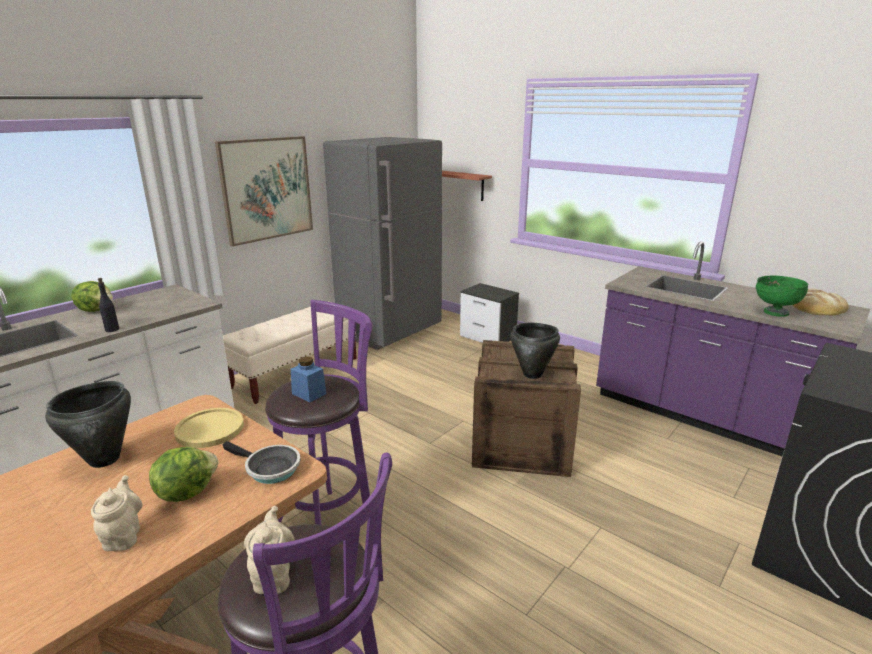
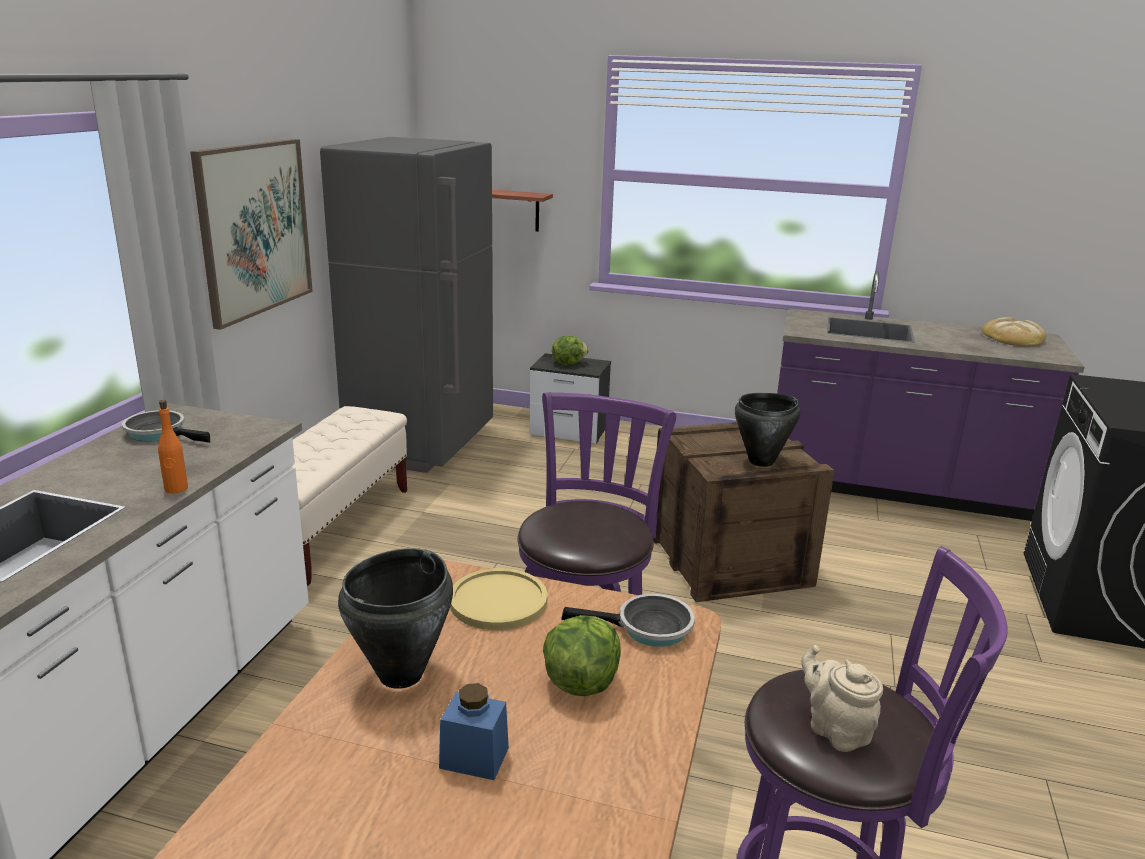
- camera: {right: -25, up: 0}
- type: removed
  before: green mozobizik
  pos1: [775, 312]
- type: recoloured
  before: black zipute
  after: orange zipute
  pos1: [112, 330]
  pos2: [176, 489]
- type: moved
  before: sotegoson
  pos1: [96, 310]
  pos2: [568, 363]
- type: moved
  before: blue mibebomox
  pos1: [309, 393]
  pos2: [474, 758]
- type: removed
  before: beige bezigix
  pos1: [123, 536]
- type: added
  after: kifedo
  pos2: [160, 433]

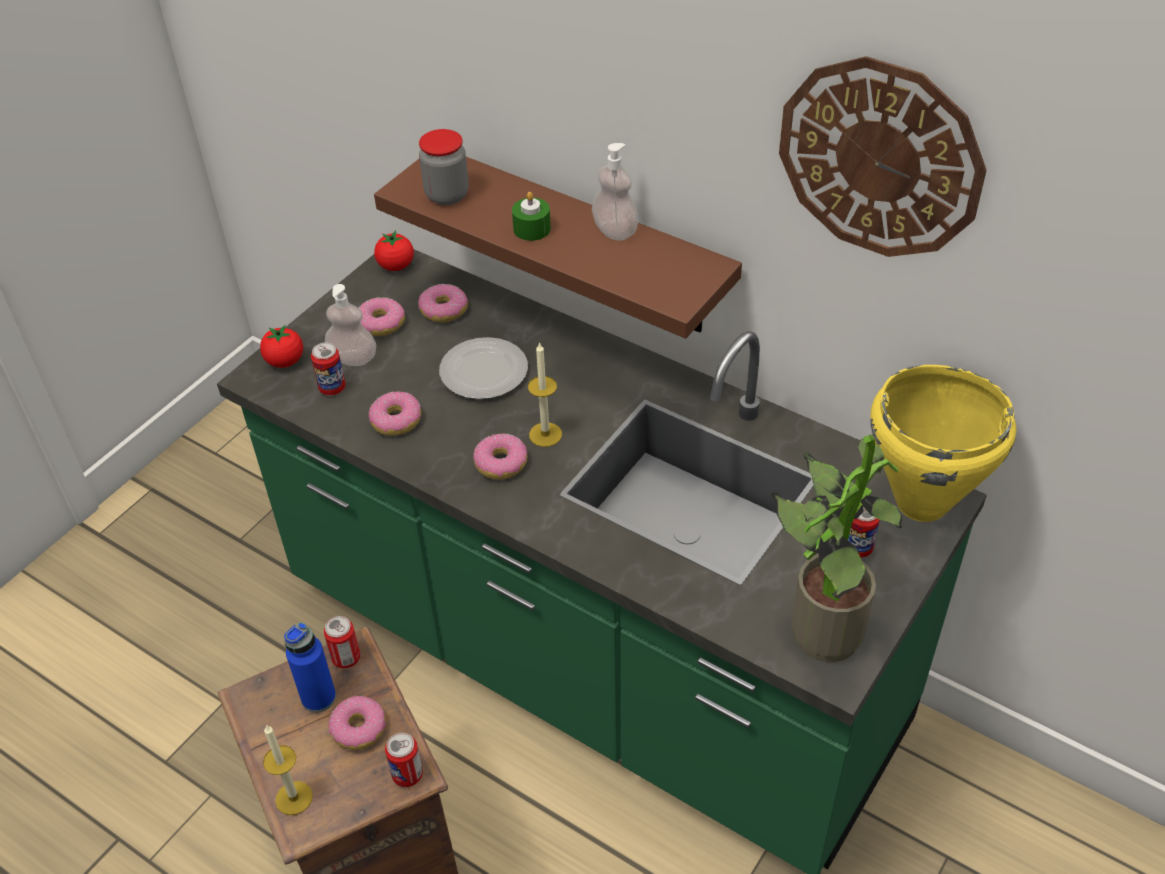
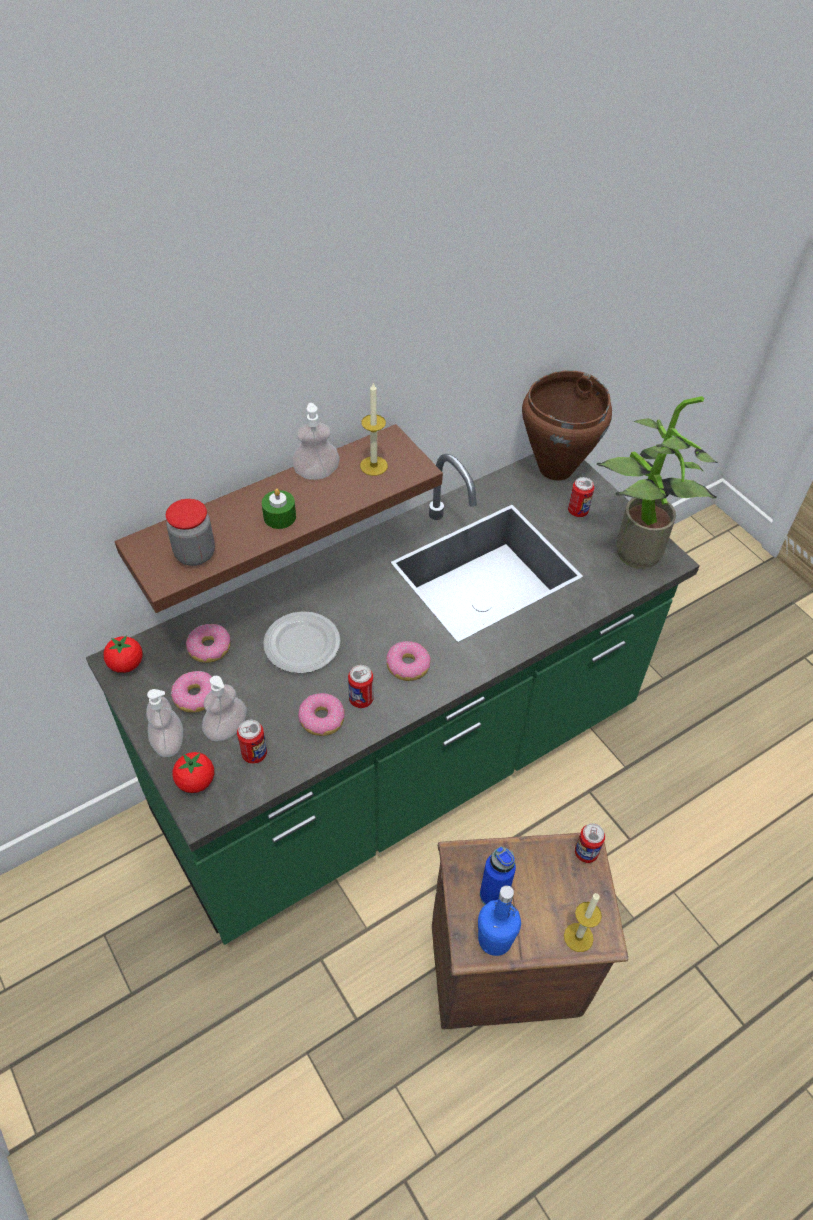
- camera: {right: -70, up: 5}
- type: removed
  before: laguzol
  pos1: [880, 159]
- type: moved
  before: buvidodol
  pos1: [545, 434]
  pos2: [373, 466]
- type: recoloured
  before: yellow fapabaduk
  after: brown fapabaduk
  pos1: [920, 501]
  pos2: [554, 469]
- type: moved
  before: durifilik
  pos1: [346, 658]
  pos2: [361, 699]
- type: removed
  before: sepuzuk
  pos1: [359, 729]
- type: added
  after: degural
  pos2: [168, 742]
- type: added
  after: blue zipute
  pos2: [495, 939]

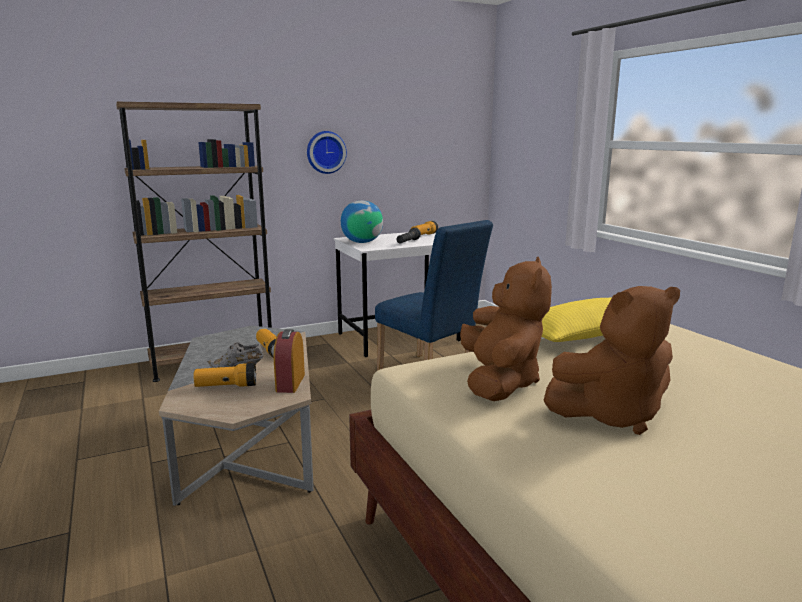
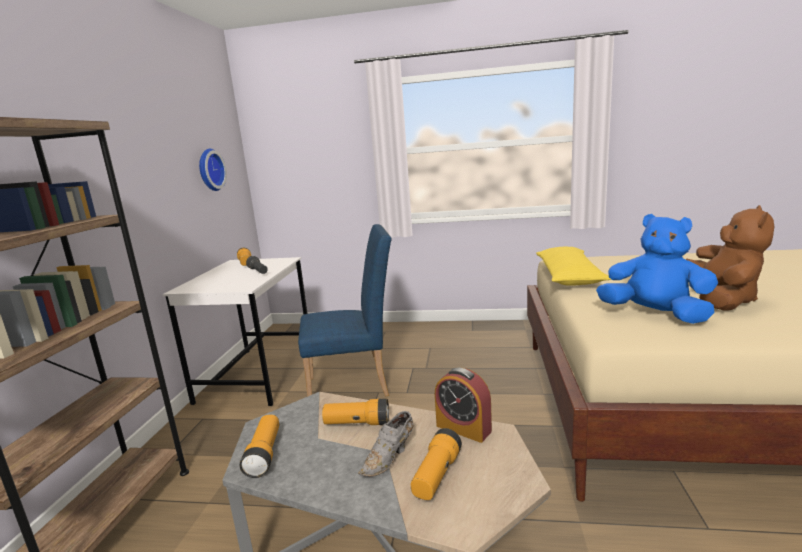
- camera: {right: -55, up: 0}
- type: moved
  before: laguzol
  pos1: [325, 152]
  pos2: [209, 170]
- type: removed
  before: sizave
  pos1: [362, 242]
- type: recoloured
  before: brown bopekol
  after: blue bopekol
  pos1: [500, 382]
  pos2: [655, 315]
- type: added
  after: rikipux
  pos2: [264, 454]

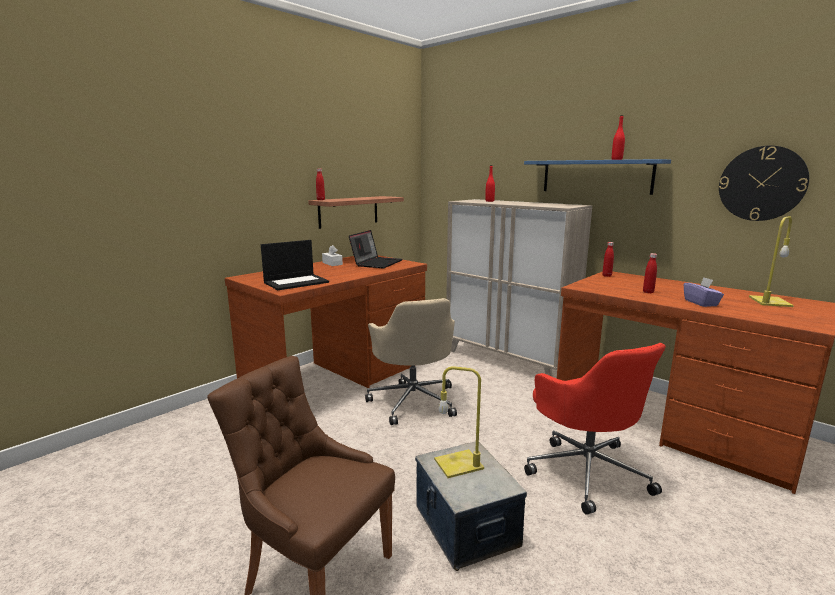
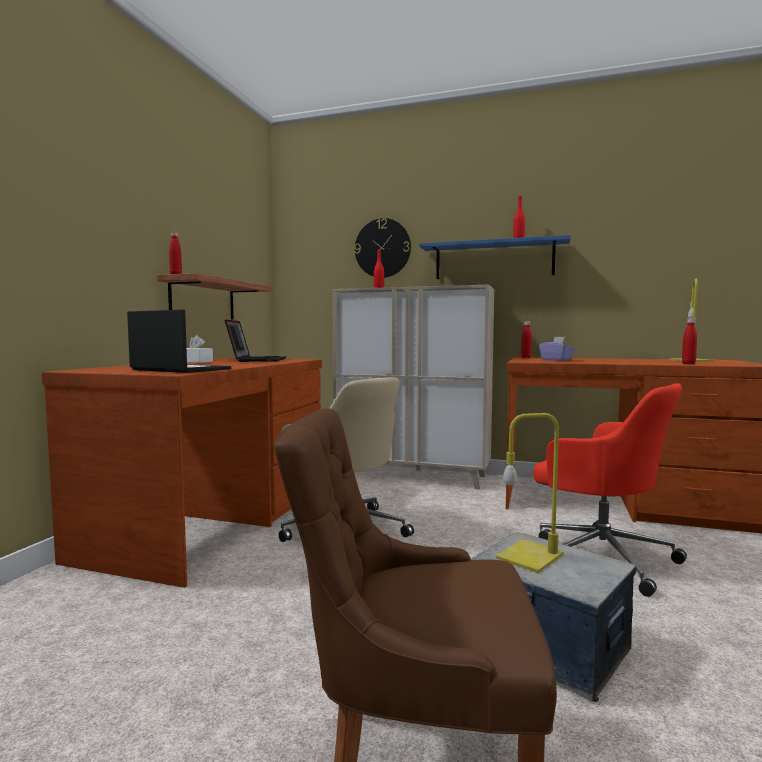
- camera: {right: -25, up: -10}
- type: moved
  before: laguzol
  pos1: [762, 183]
  pos2: [382, 248]
- type: turned
  before: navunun
  pos1: [296, 282]
  pos2: [179, 369]
  turn: -90
- type: moved
  before: red zipute
  pos1: [648, 292]
  pos2: [688, 364]
- type: moved
  before: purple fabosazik
  pos1: [701, 303]
  pos2: [556, 360]

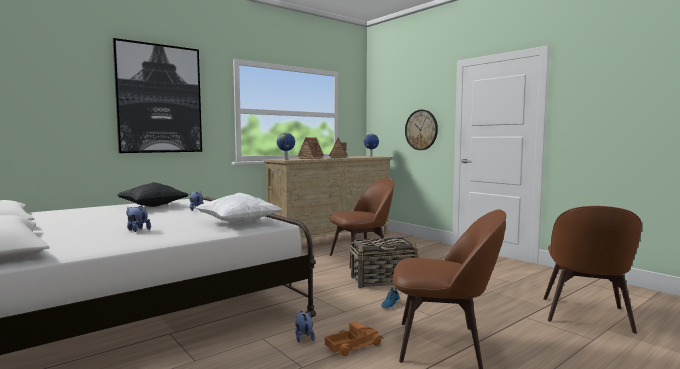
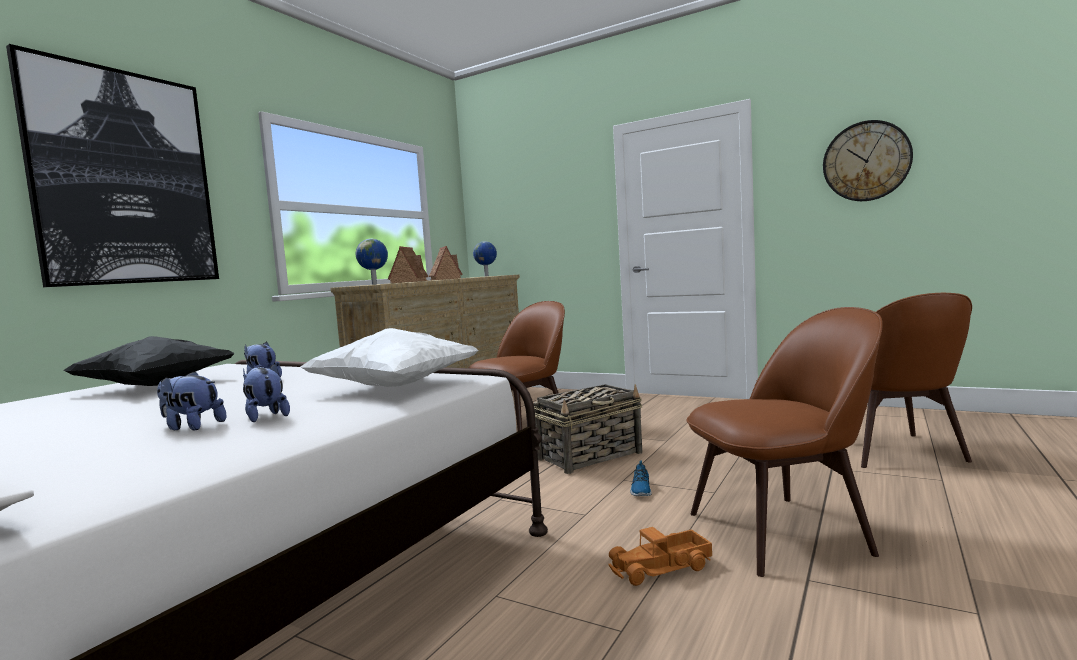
- camera: {right: -20, up: 0}
- type: moved
  before: laguzol
  pos1: [421, 130]
  pos2: [866, 161]
- type: moved
  before: bopekol
  pos1: [303, 337]
  pos2: [265, 417]
- type: turned
  before: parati
  pos1: [353, 346]
  pos2: [662, 568]
  turn: -150

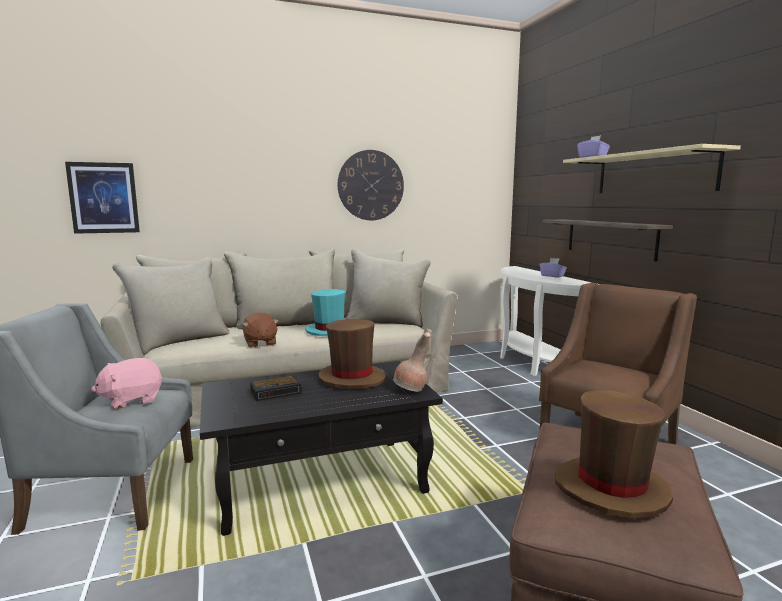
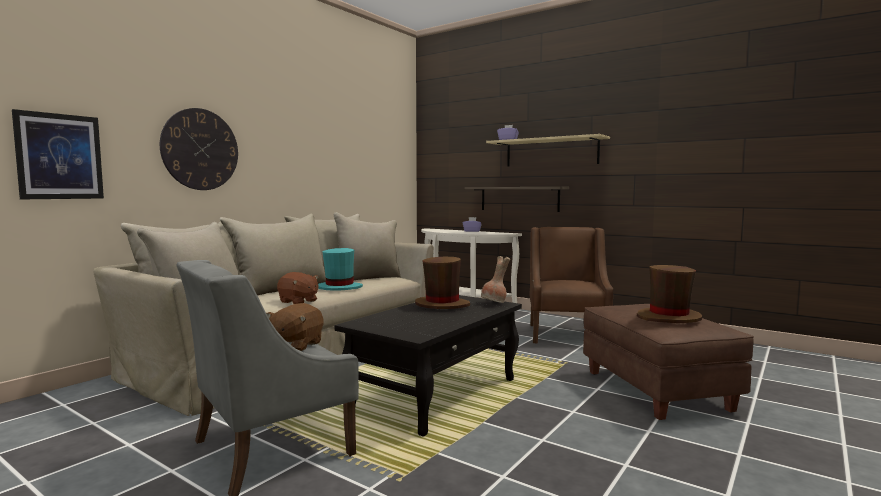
- camera: {right: -35, up: -5}
- type: moved
  before: laguzol
  pos1: [371, 185]
  pos2: [200, 149]
- type: recoloured
  before: pink bopekol
  after: brown bopekol
  pos1: [131, 400]
  pos2: [295, 345]
- type: removed
  before: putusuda
  pos1: [277, 392]

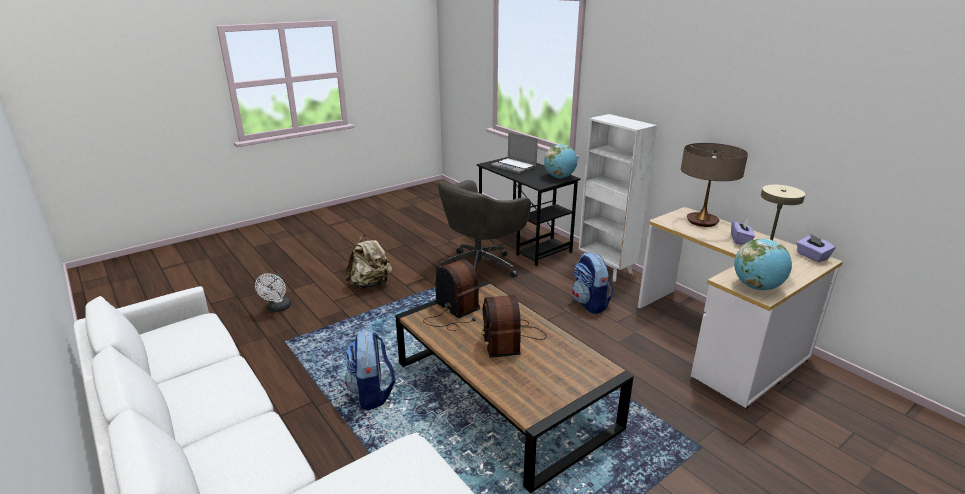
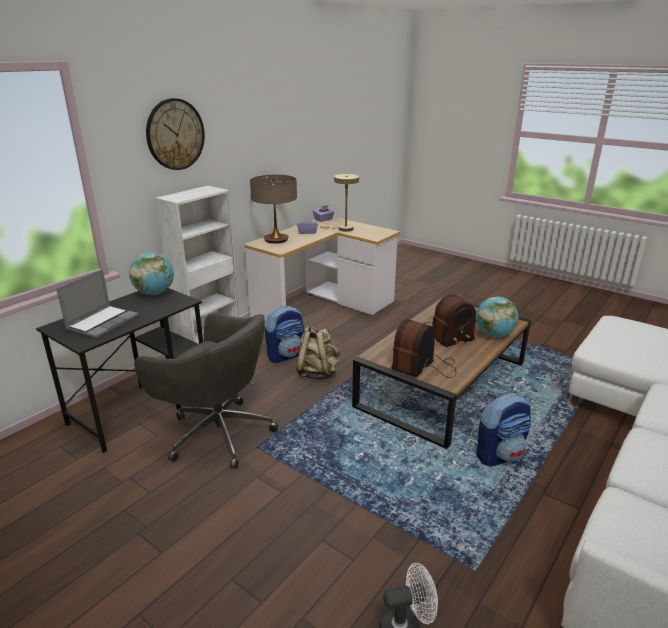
- camera: {right: -105, up: 0}
- type: moved
  before: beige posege
  pos1: [370, 284]
  pos2: [317, 373]
- type: moved
  before: sizave
  pos1: [757, 287]
  pos2: [494, 335]
- type: added
  after: laguzol
  pos2: [175, 134]

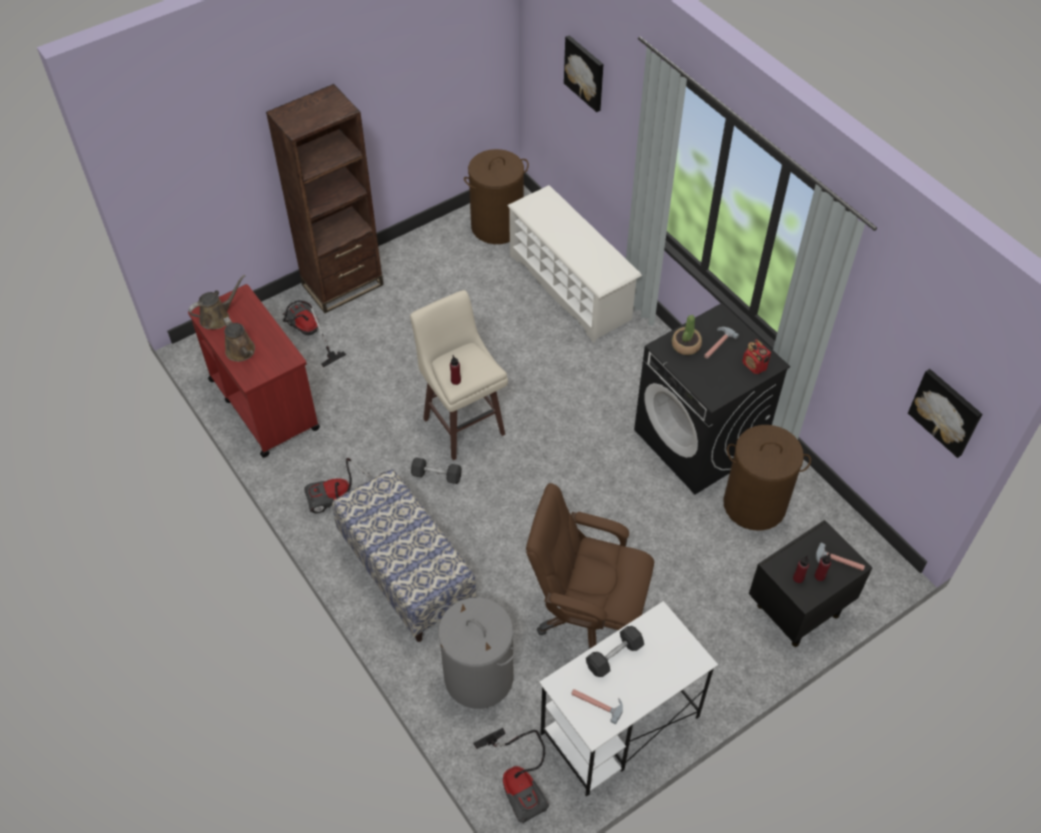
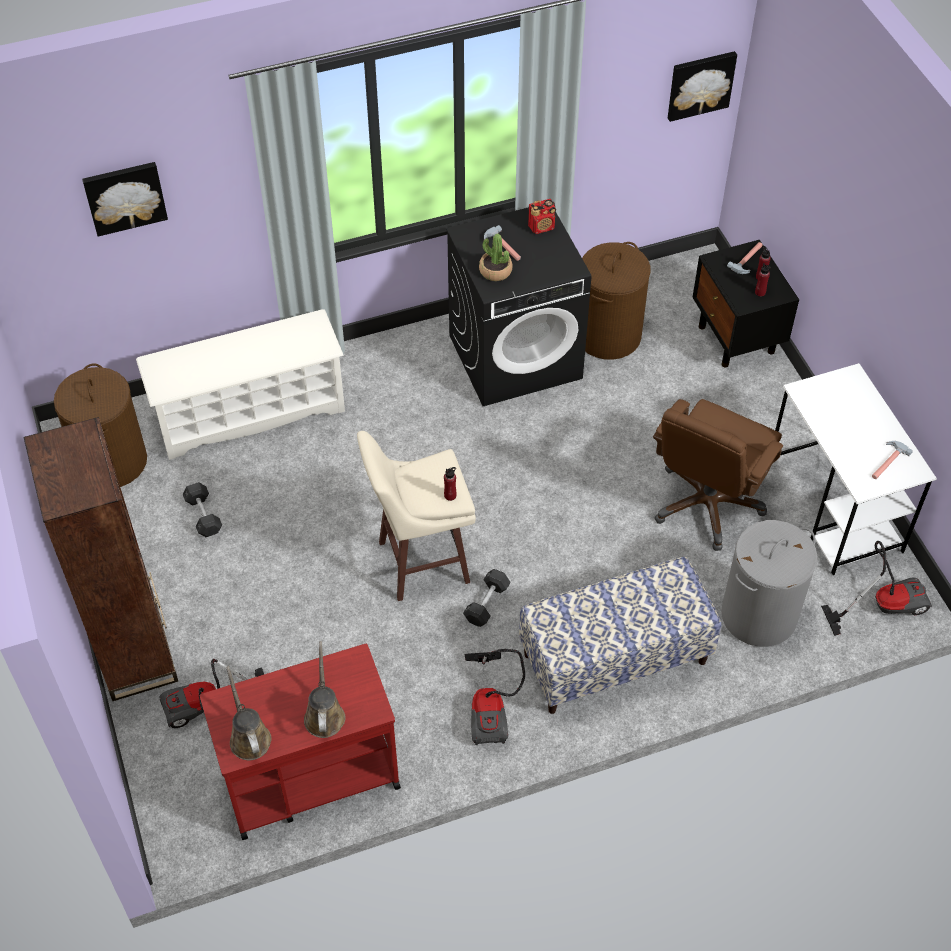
- camera: {right: -75, up: 0}
- type: turned
  before: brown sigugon
  pos1: [242, 352]
  pos2: [324, 714]
  turn: -75
- type: moved
  before: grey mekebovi
  pos1: [614, 656]
  pos2: [203, 515]

